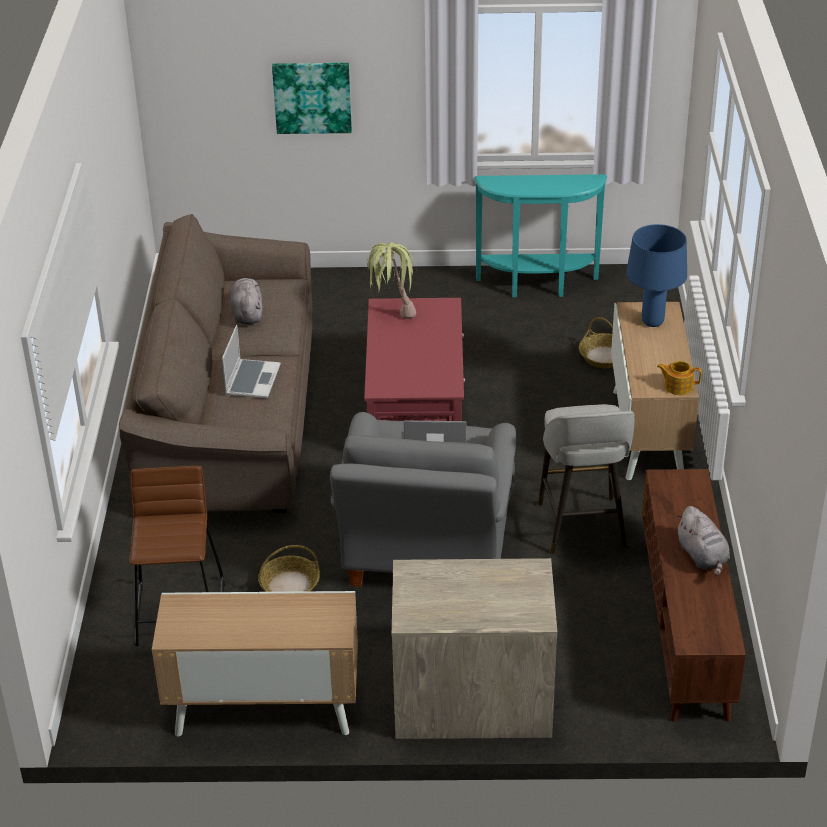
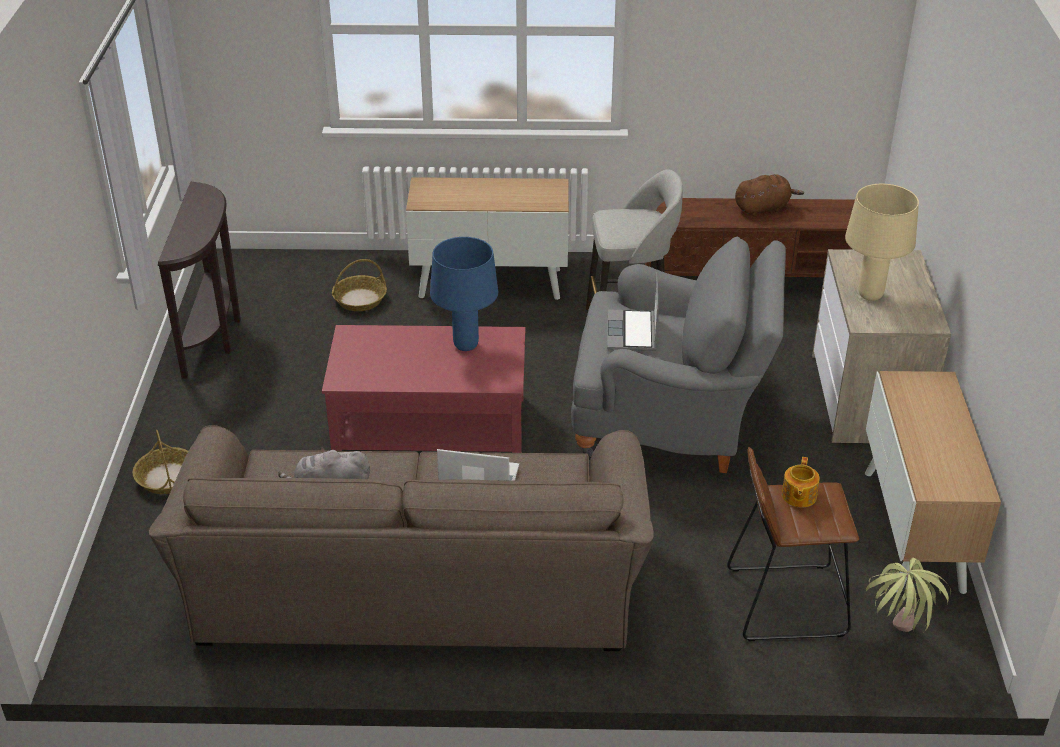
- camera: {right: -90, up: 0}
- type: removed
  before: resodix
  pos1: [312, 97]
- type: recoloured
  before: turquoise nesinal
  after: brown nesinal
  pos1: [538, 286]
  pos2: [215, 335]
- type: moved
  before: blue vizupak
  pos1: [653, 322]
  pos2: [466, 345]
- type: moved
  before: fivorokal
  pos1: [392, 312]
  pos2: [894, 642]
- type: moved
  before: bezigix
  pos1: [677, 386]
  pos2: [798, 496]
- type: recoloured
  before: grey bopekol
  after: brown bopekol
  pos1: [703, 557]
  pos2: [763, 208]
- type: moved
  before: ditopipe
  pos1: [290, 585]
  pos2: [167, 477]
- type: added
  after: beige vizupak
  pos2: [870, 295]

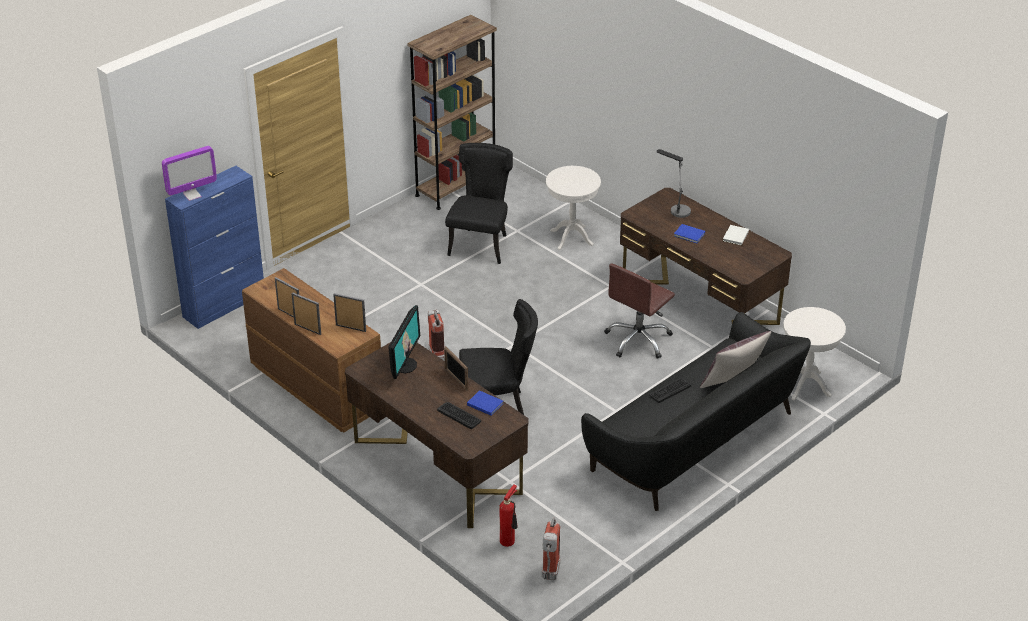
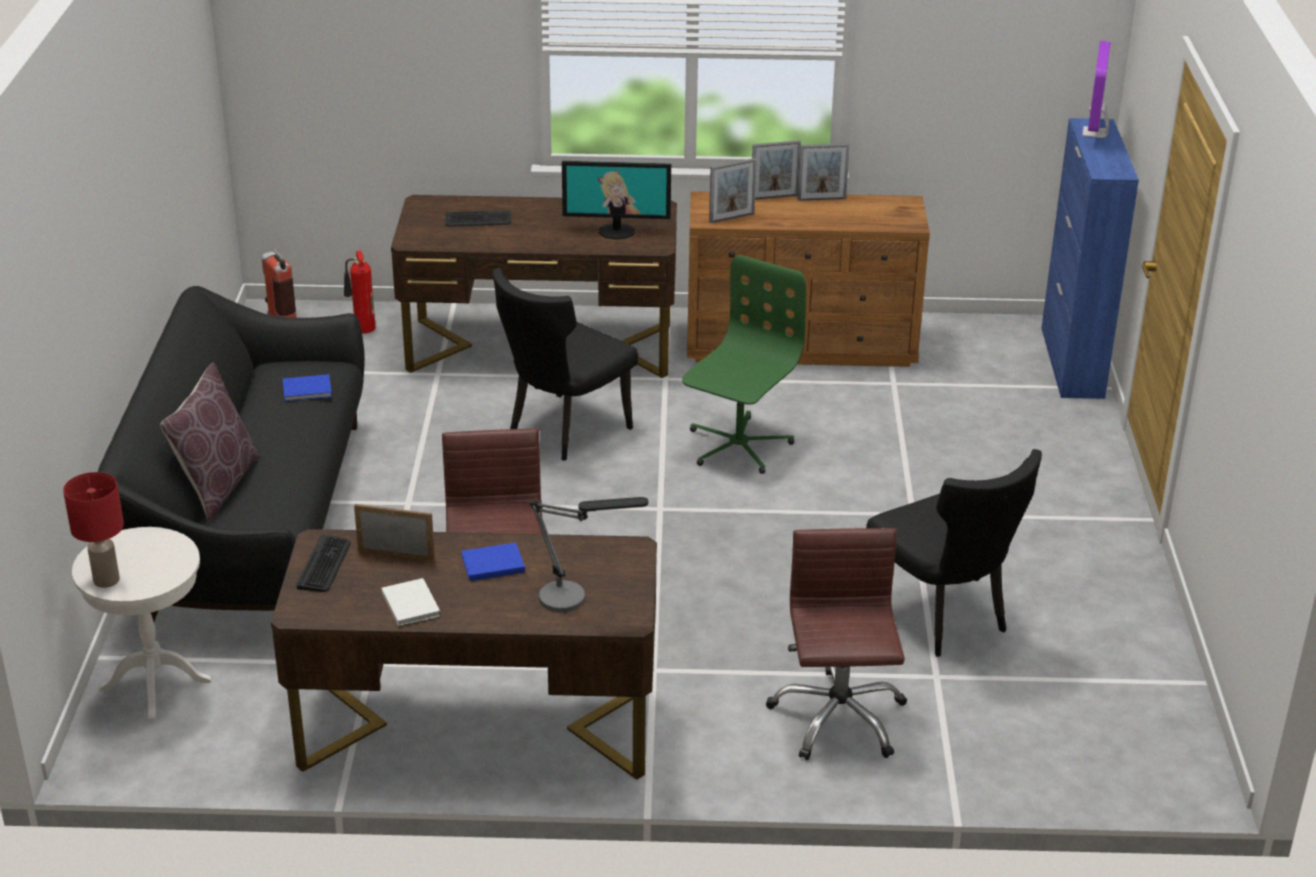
- camera: {right: 135, up: -5}
- type: removed
  before: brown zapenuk
  pos1: [456, 187]
- type: replaced
  before: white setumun
  after: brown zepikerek
  pos1: [571, 237]
  pos2: [837, 718]
- type: turned
  before: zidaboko
  pos1: [405, 365]
  pos2: [617, 231]
  turn: -60
- type: replaced
  before: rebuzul
  after: green zepikerek
  pos1: [436, 353]
  pos2: [737, 446]
- type: moved
  before: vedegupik
  pos1: [456, 379]
  pos2: [396, 555]
- type: moved
  before: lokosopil
  pos1: [670, 390]
  pos2: [324, 564]
- type: moved
  before: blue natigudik
  pos1: [484, 403]
  pos2: [308, 390]
- type: added
  after: red vizupak
  pos2: [107, 580]

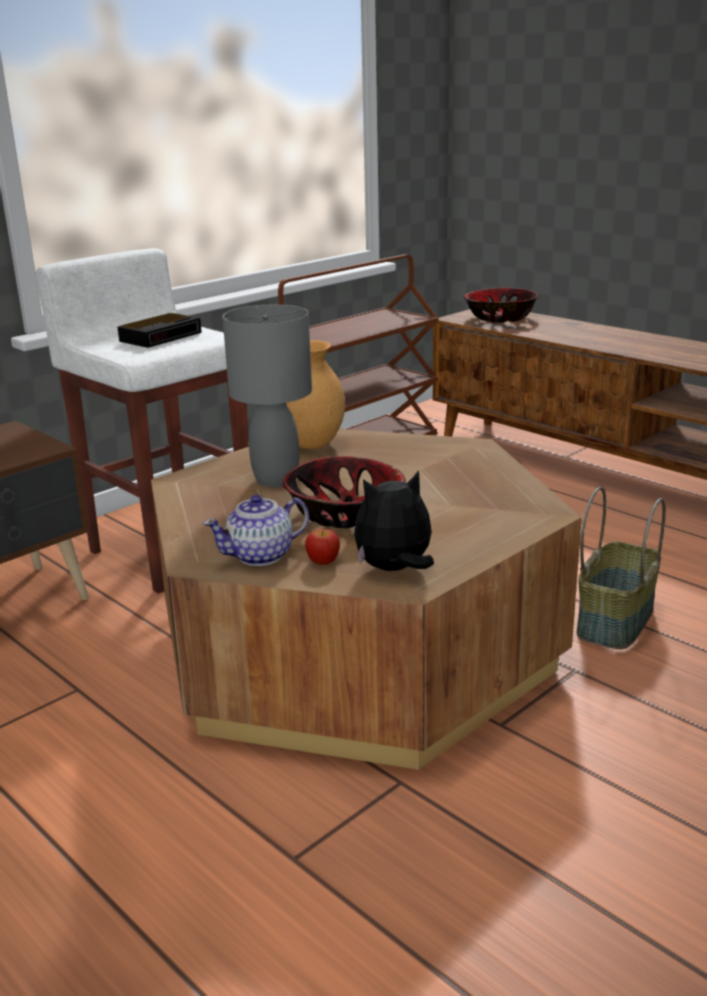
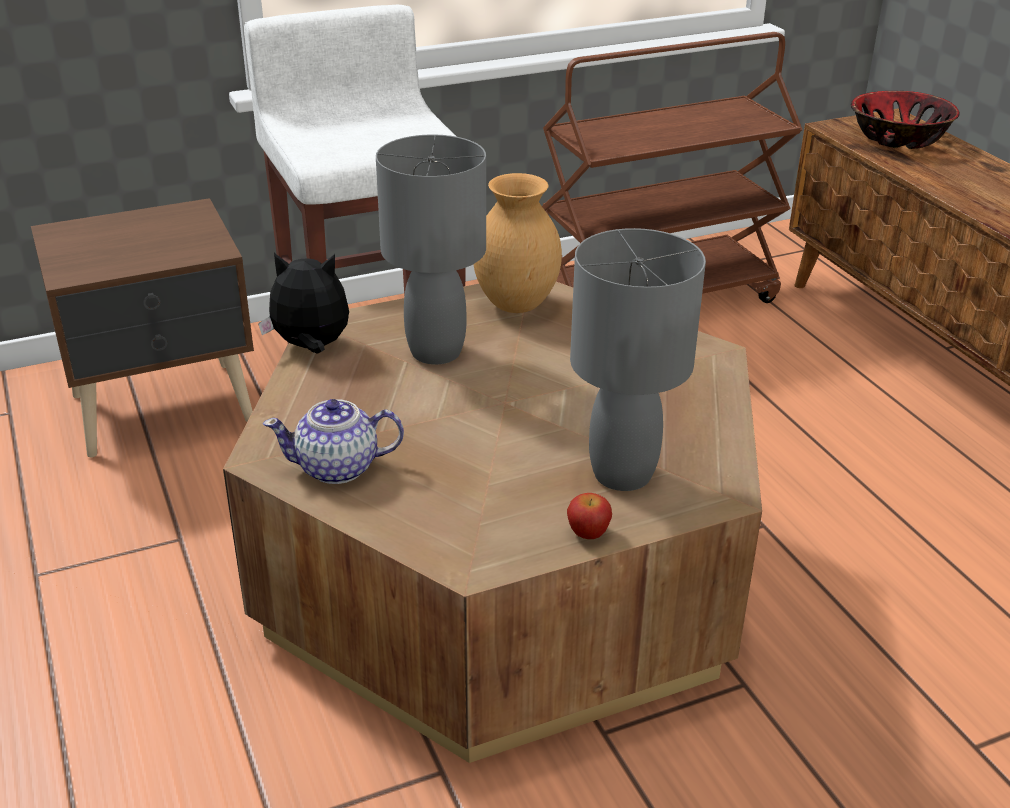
- camera: {right: 20, up: 10}
- type: removed
  before: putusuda
  pos1: [162, 336]
- type: removed
  before: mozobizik
  pos1: [346, 513]
- type: moved
  before: bopekol
  pos1: [395, 570]
  pos2: [311, 347]
- type: removed
  before: ditopipe
  pos1: [614, 620]
- type: moved
  before: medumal
  pos1: [323, 561]
  pos2: [588, 533]
- type: added
  after: grey vizupak
  pos2: [623, 474]

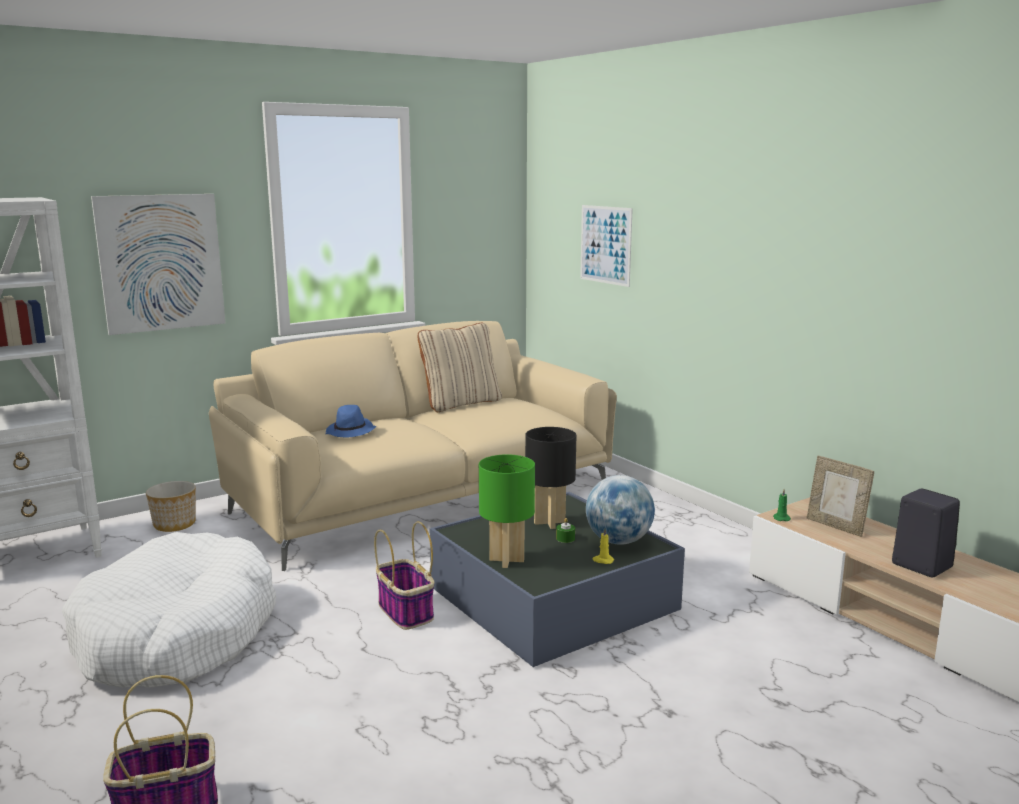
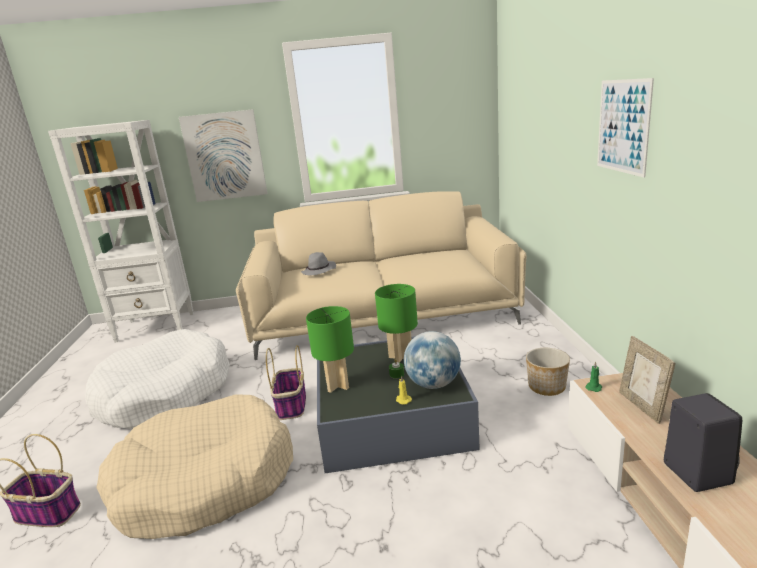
- camera: {right: 30, up: 5}
- type: moved
  before: resodix
  pos1: [605, 245]
  pos2: [623, 126]
- type: removed
  before: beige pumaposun
  pos1: [461, 403]
- type: recoloured
  before: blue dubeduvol
  after: grey dubeduvol
  pos1: [351, 432]
  pos2: [319, 271]
- type: recoloured
  before: black vizupak
  after: green vizupak
  pos1: [549, 522]
  pos2: [400, 358]
- type: moved
  before: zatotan
  pos1: [175, 524]
  pos2: [547, 386]
- type: added
  after: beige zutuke
  pos2: [205, 481]

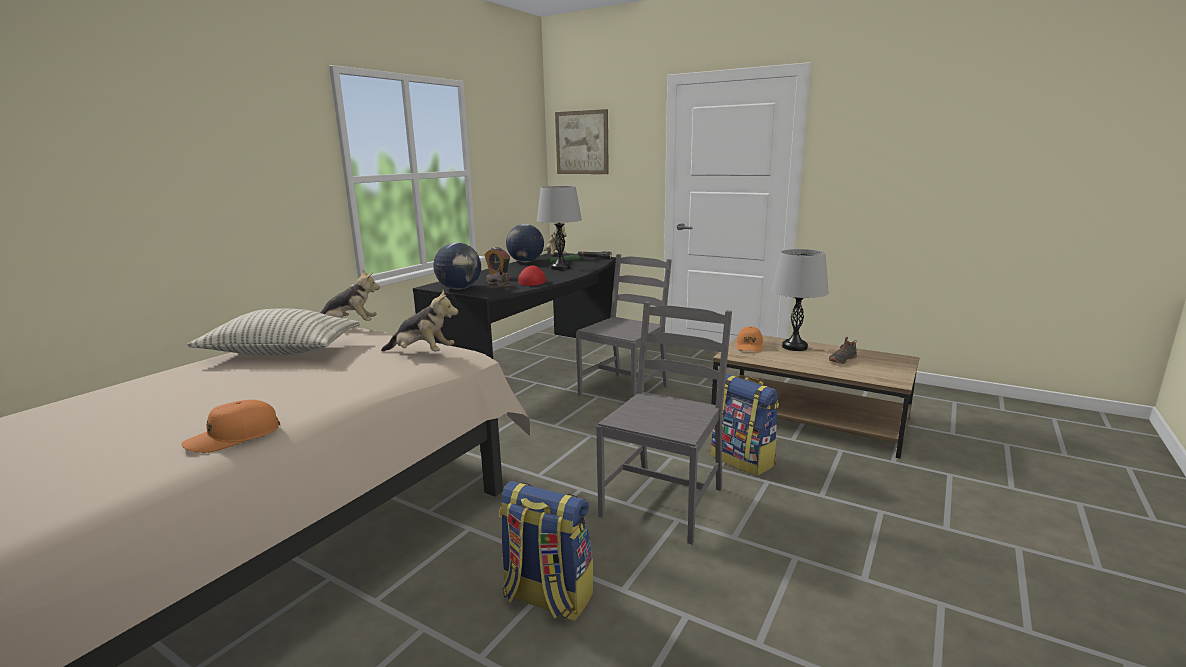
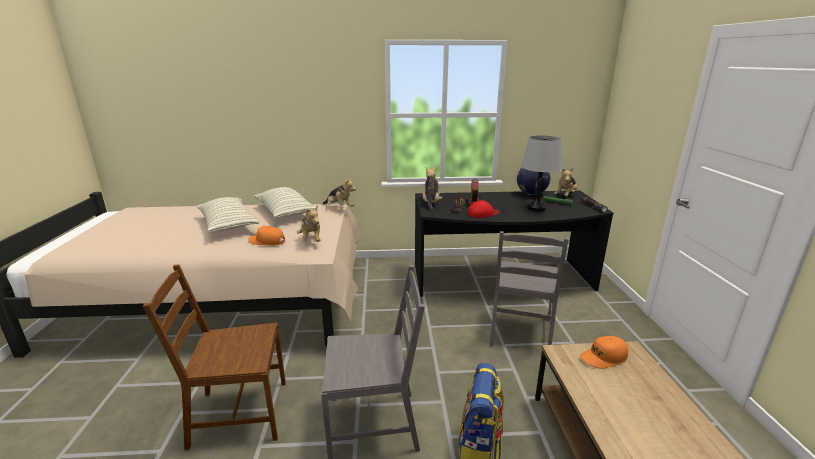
- camera: {right: 55, up: 5}
- type: removed
  before: resodix
  pos1: [582, 142]
- type: replaced
  before: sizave
  after: bopekol
  pos1: [459, 289]
  pos2: [431, 203]
- type: removed
  before: grey vizupak
  pos1: [794, 347]
- type: turned
  before: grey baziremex
  pos1: [624, 390]
  pos2: [520, 332]
  turn: 105
- type: removed
  before: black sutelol
  pos1: [841, 360]
- type: moved
  before: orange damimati
  pos1: [234, 437]
  pos2: [267, 241]
- type: replaced
  before: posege
  after: brown baziremex
  pos1: [546, 597]
  pos2: [238, 414]
- type: added
  after: pumaposun
  pos2: [228, 225]

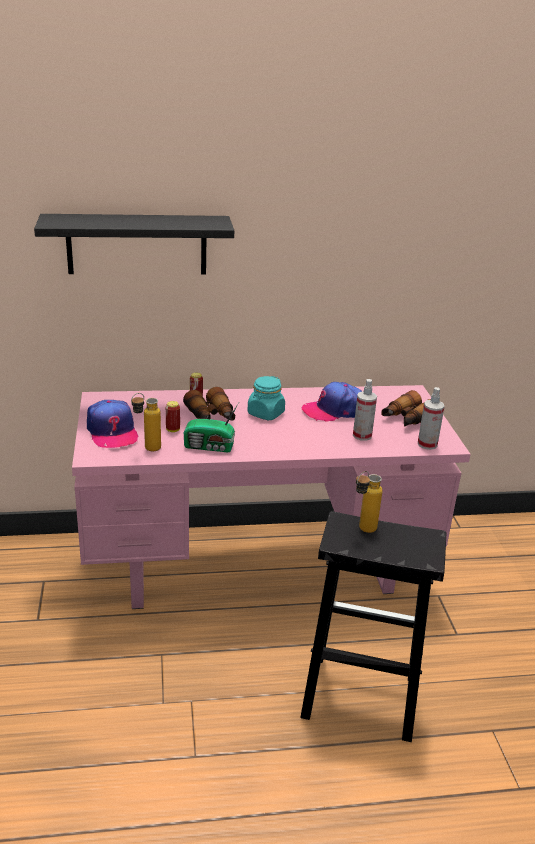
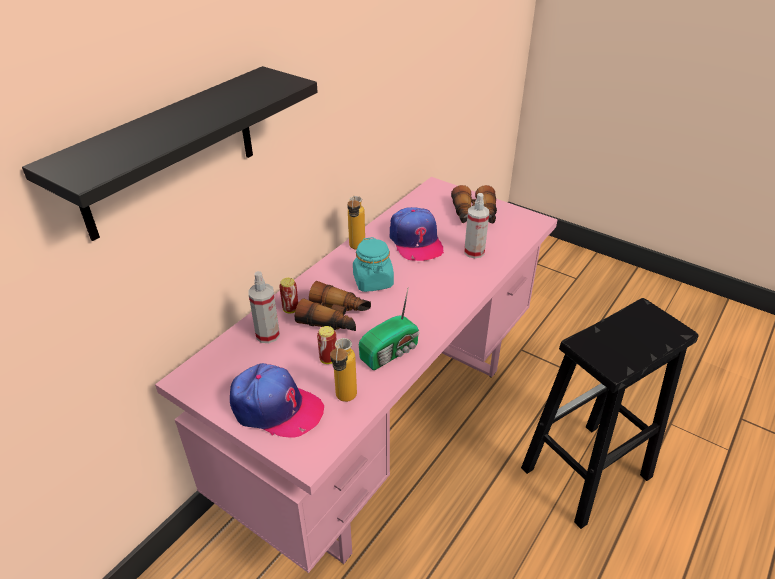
- camera: {right: -45, up: 10}
- type: turned
  before: damimati
  pos1: [334, 410]
  pos2: [415, 241]
  turn: -45
- type: moved
  before: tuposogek
  pos1: [427, 444]
  pos2: [268, 335]
- type: moved
  before: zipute
  pos1: [362, 531]
  pos2: [356, 249]

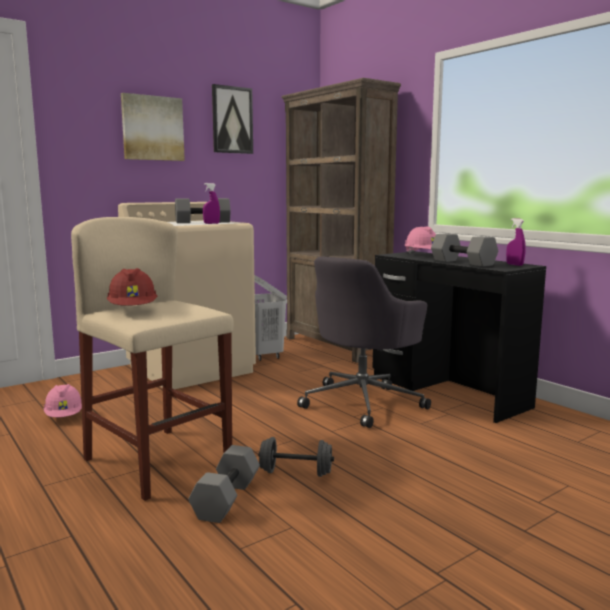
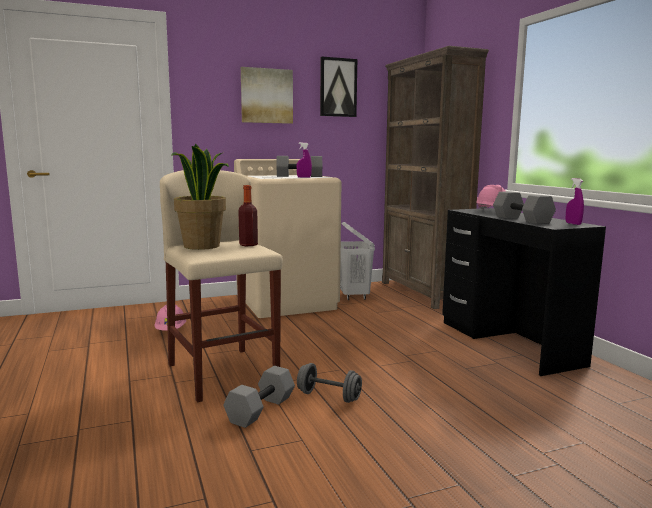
- camera: {right: 15, up: 0}
- type: removed
  before: grey zepikerek
  pos1: [363, 402]
- type: replaced
  before: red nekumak
  after: fivorokal
  pos1: [133, 311]
  pos2: [202, 246]
- type: added
  after: zipute
  pos2: [248, 245]

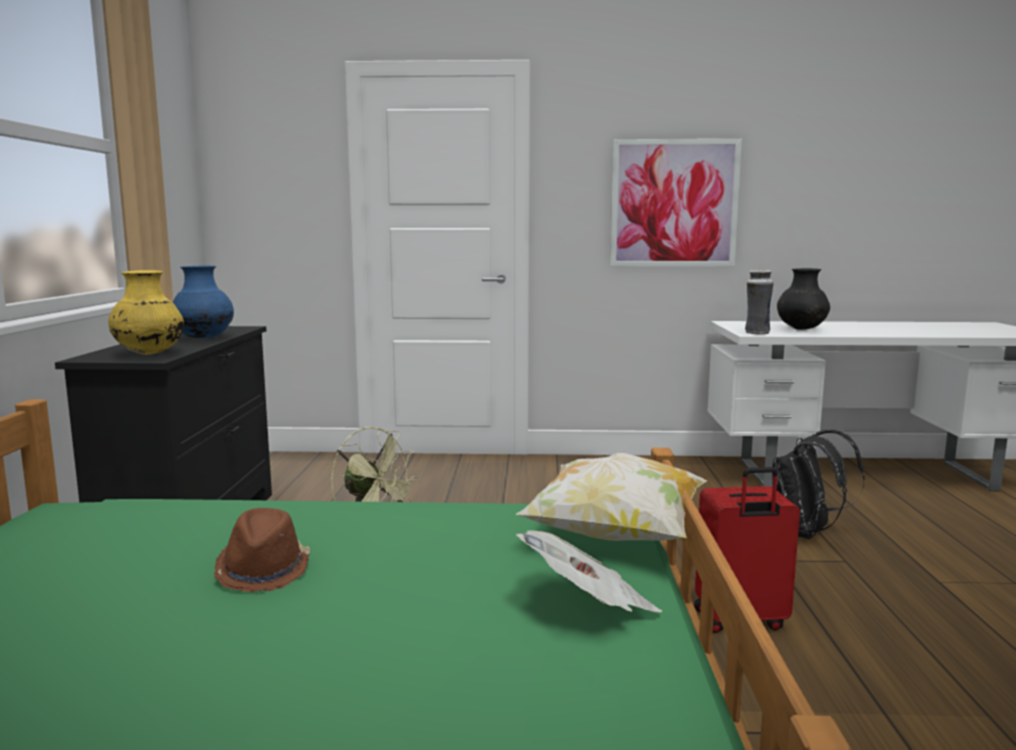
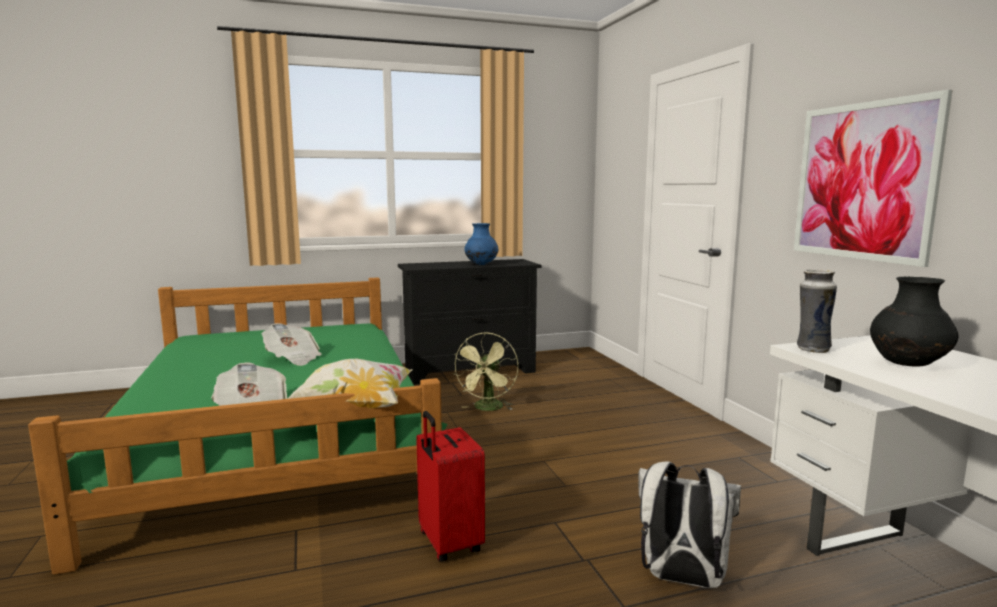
- camera: {right: 70, up: 0}
- type: removed
  before: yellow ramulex
  pos1: [149, 354]
- type: recoloured
  before: black posege
  after: white posege
  pos1: [805, 534]
  pos2: [681, 579]
- type: replaced
  before: brown dubeduvol
  after: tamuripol
  pos1: [264, 570]
  pos2: [293, 359]

